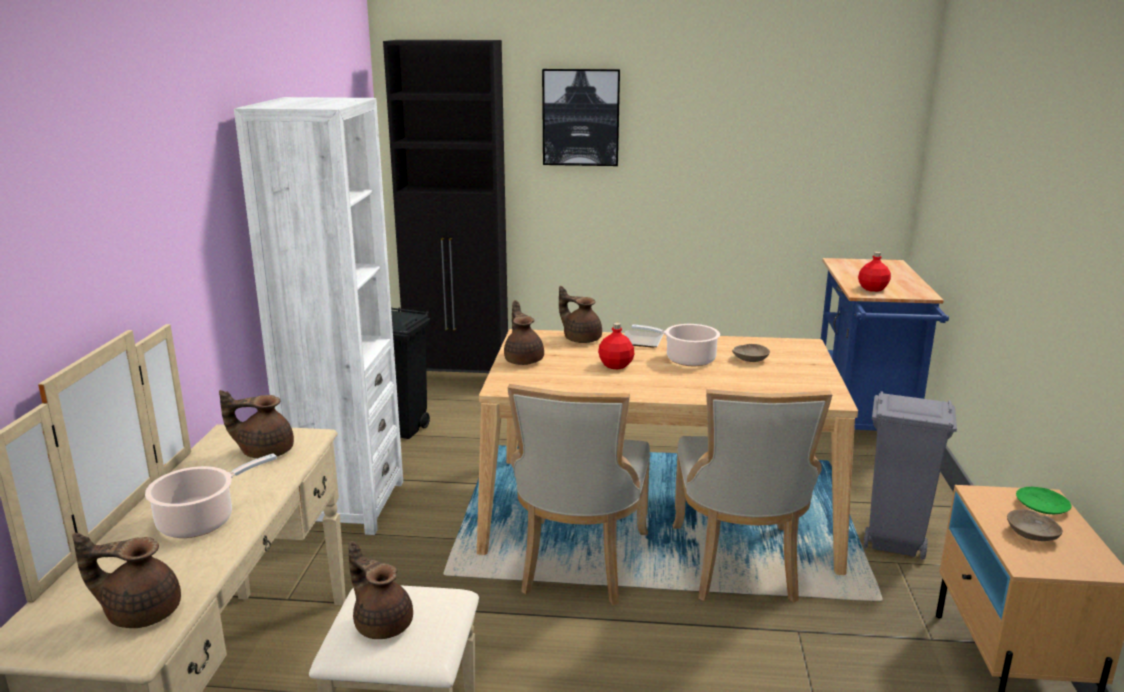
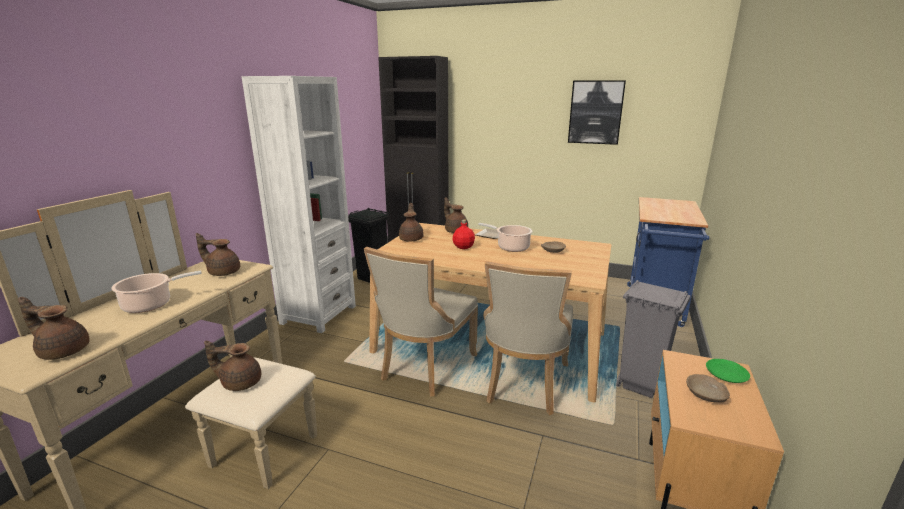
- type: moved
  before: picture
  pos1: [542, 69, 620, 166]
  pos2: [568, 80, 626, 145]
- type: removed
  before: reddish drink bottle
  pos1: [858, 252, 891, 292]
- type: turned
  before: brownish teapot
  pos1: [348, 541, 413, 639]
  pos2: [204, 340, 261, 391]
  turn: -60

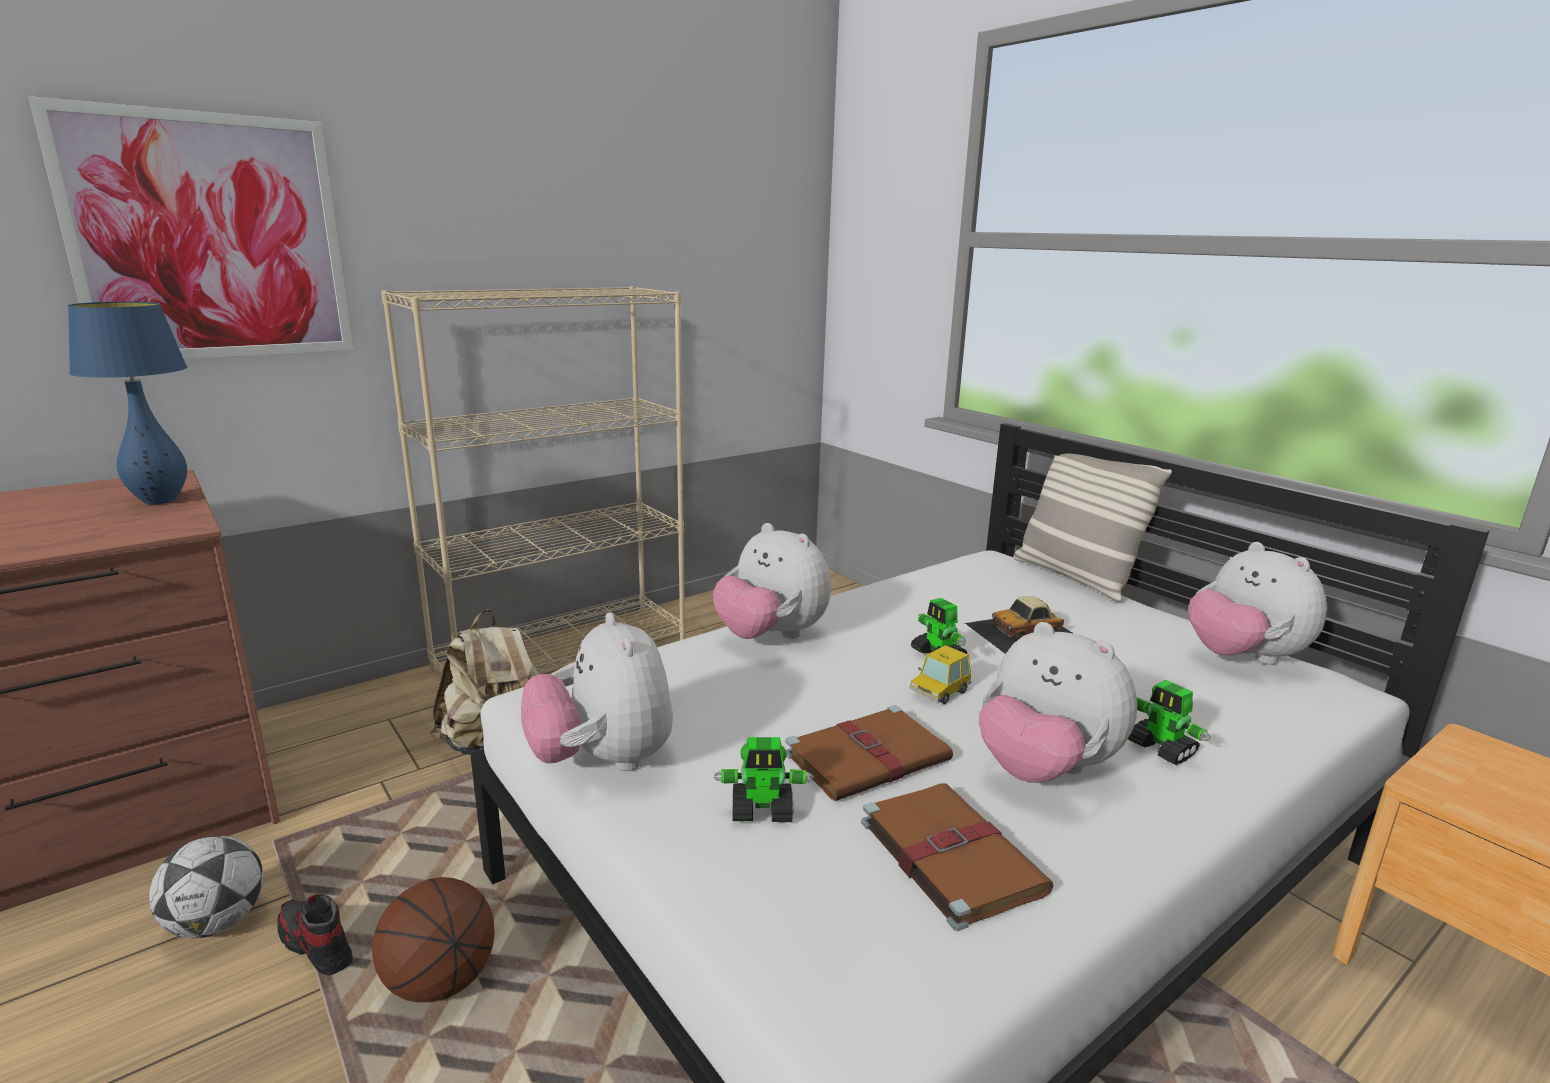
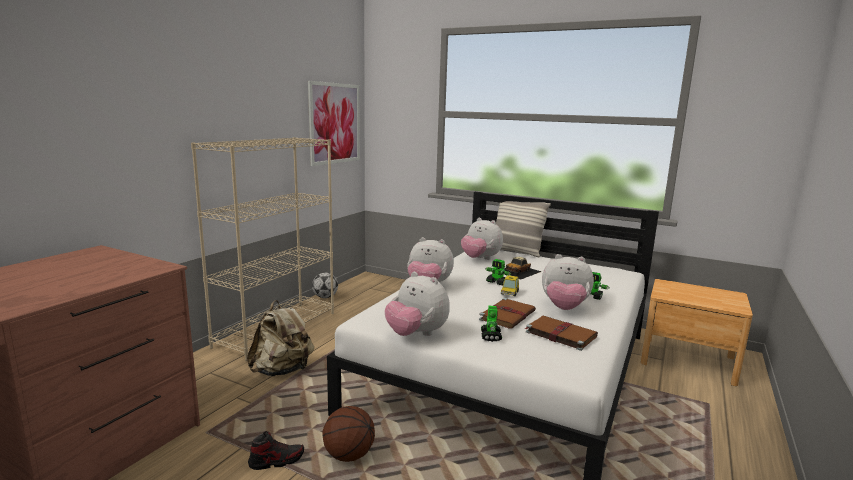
- type: moved
  before: picture
  pos1: [28, 96, 354, 359]
  pos2: [308, 81, 360, 166]
- type: removed
  before: blue tabletop lamp
  pos1: [68, 302, 187, 504]
- type: moved
  before: plush toy
  pos1: [1188, 542, 1327, 665]
  pos2: [461, 218, 503, 260]
- type: turned
  before: toy robot
  pos1: [714, 737, 814, 822]
  pos2: [481, 306, 502, 342]
  turn: -60
- type: moved
  before: football
  pos1: [149, 836, 263, 938]
  pos2: [312, 273, 338, 298]
- type: turned
  before: shoe
  pos1: [277, 894, 353, 976]
  pos2: [248, 431, 304, 470]
  turn: 150

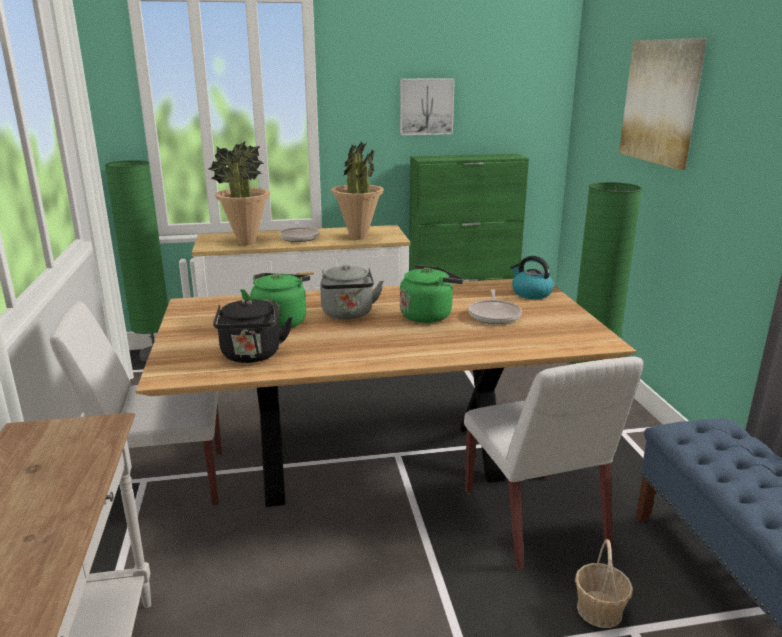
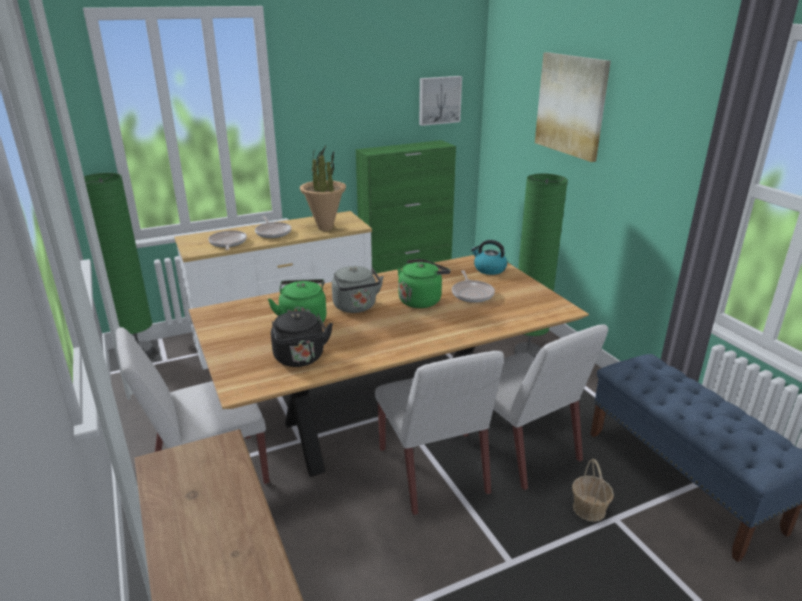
- type: moved
  before: picture
  pos1: [400, 78, 455, 135]
  pos2: [419, 76, 462, 126]
- type: replaced
  before: plant in a pot
  after: skillet
  pos1: [208, 141, 270, 245]
  pos2: [208, 230, 247, 250]
- type: added
  after: white-coloured chair
  pos2: [375, 351, 504, 515]

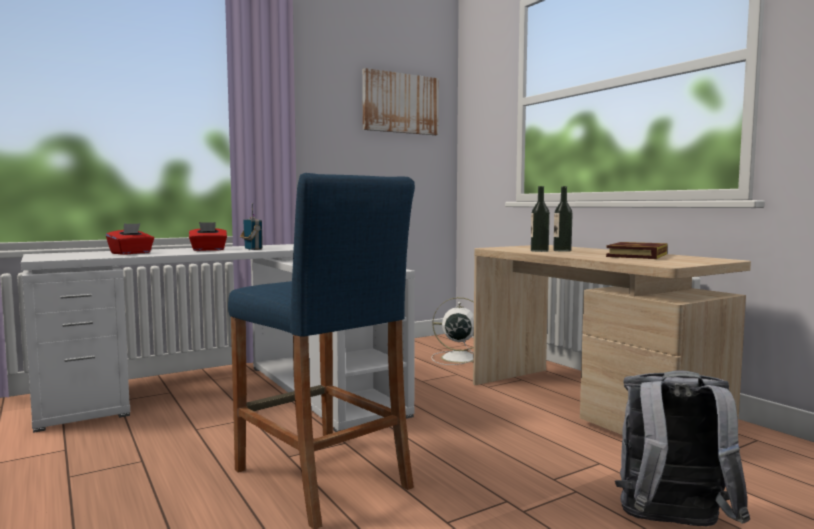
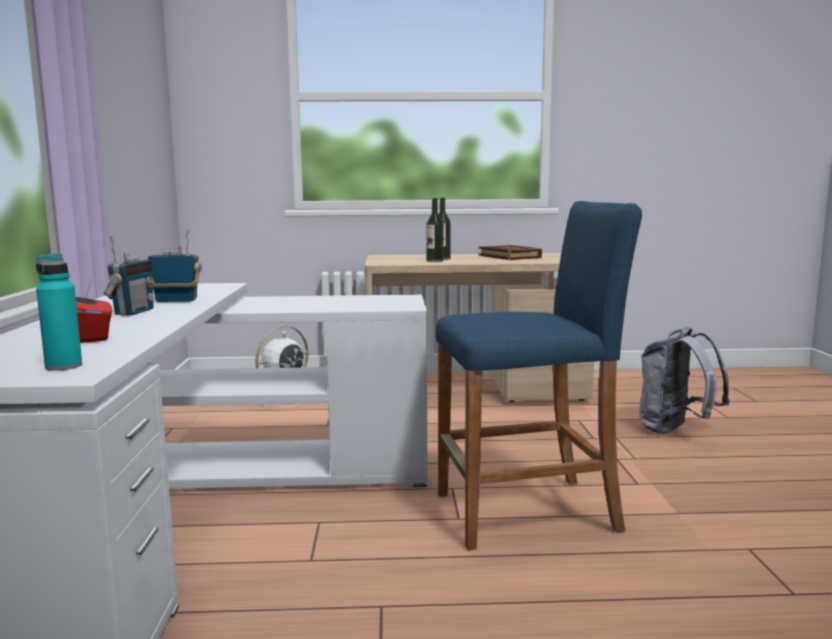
- type: removed
  before: picture
  pos1: [362, 68, 439, 135]
- type: replaced
  before: reddish tissue box
  after: radio set
  pos1: [189, 222, 227, 251]
  pos2: [104, 235, 155, 316]
- type: added
  after: turquoise-coloured drink bottle
  pos2: [36, 253, 82, 371]

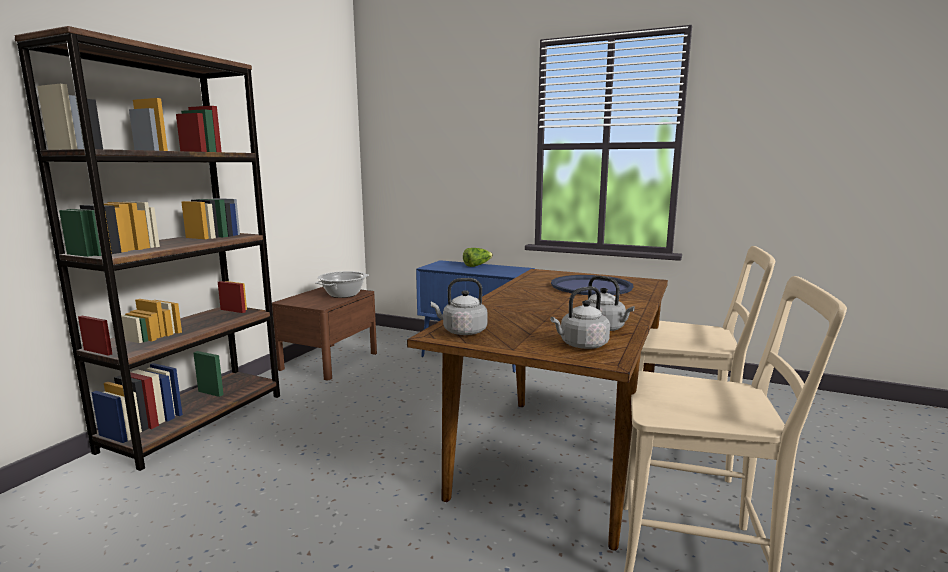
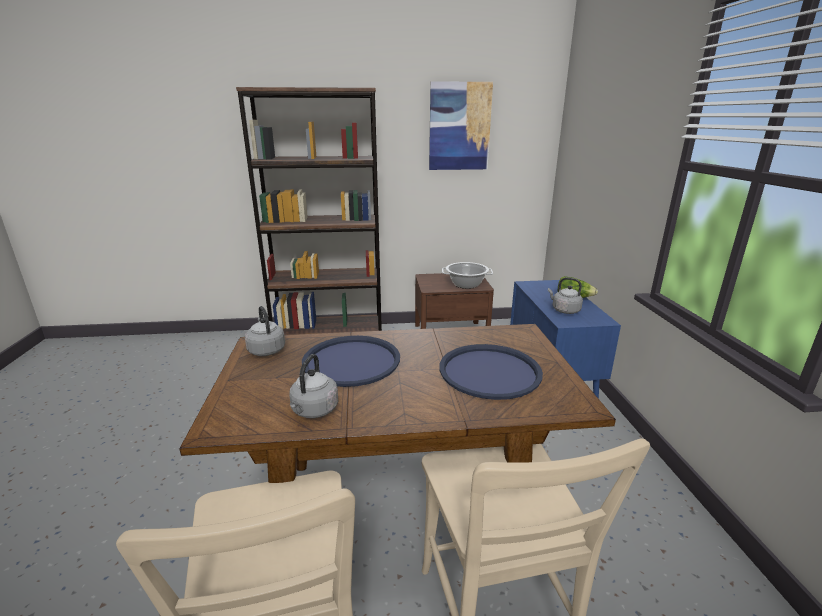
- type: moved
  before: grey water kettle
  pos1: [550, 287, 610, 349]
  pos2: [548, 277, 583, 314]
- type: added
  after: picture
  pos2: [429, 81, 493, 170]
- type: added
  after: blue carrying tray
  pos2: [302, 336, 400, 387]

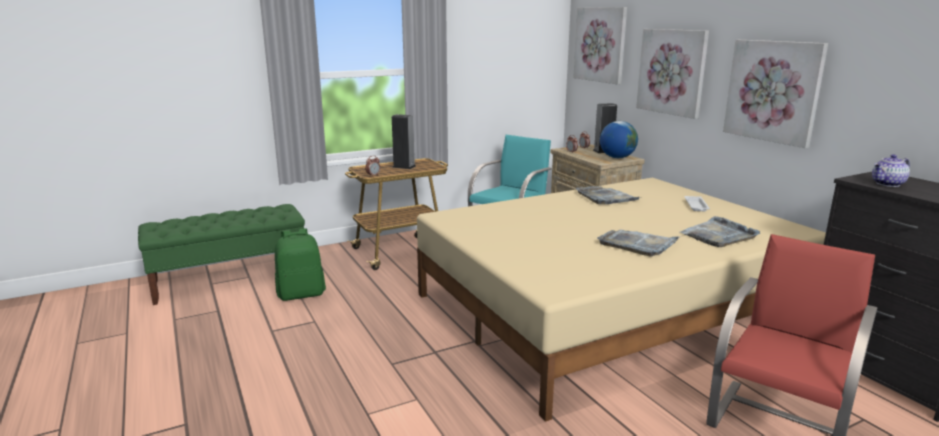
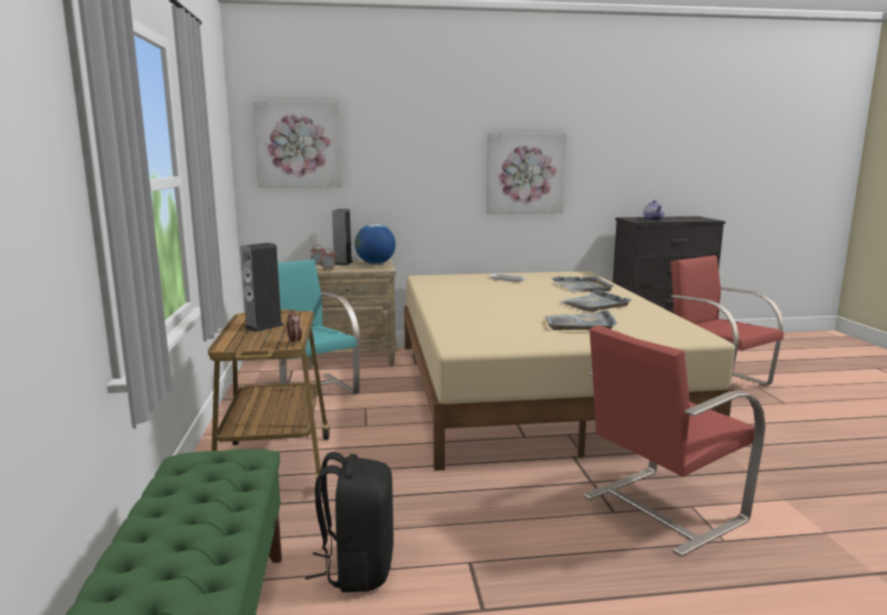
- type: removed
  before: picture
  pos1: [636, 29, 709, 119]
- type: moved
  before: grey carrying tray
  pos1: [576, 186, 639, 204]
  pos2: [545, 310, 617, 330]
- type: recoloured
  before: greenish knapsack
  after: black knapsack
  pos1: [275, 228, 326, 301]
  pos2: [305, 452, 394, 592]
- type: added
  after: reddish chair
  pos2: [584, 325, 766, 556]

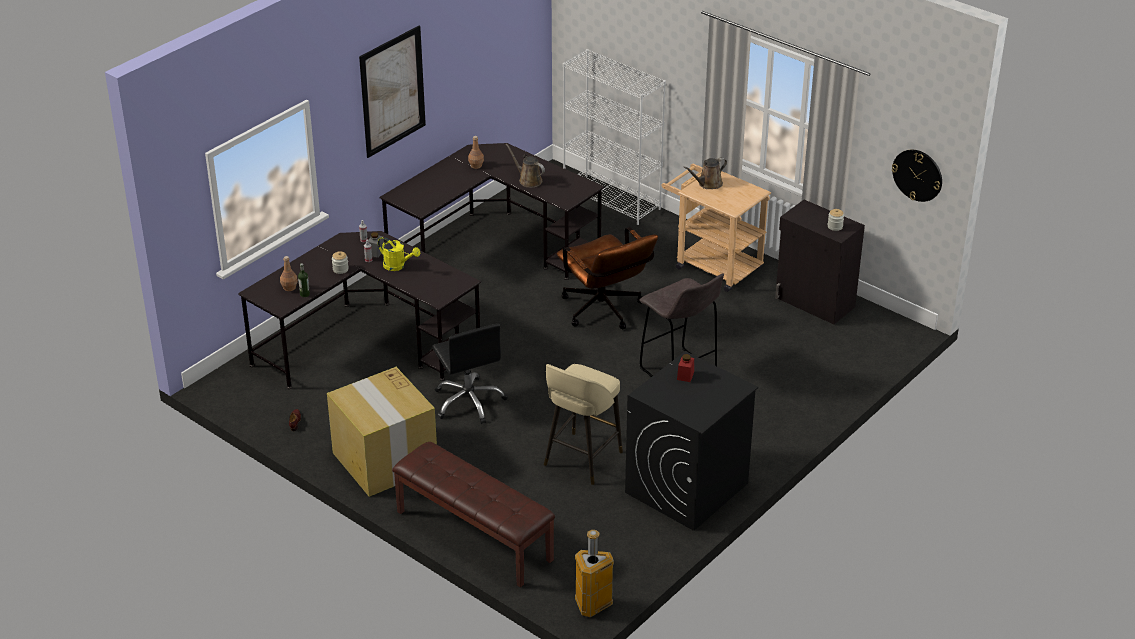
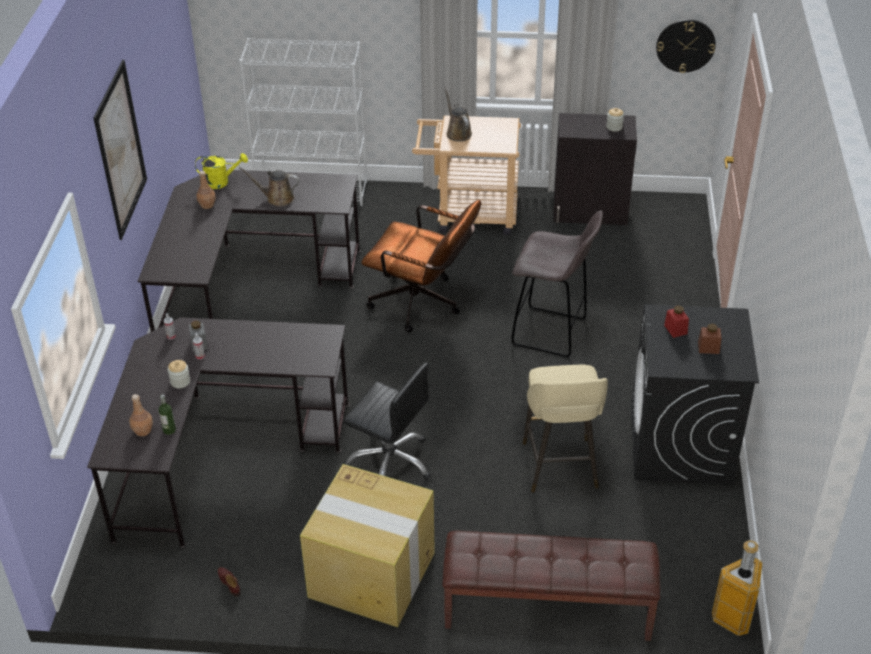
- type: turned
  before: brownish watering pot
  pos1: [683, 157, 727, 189]
  pos2: [444, 88, 472, 142]
  turn: 135
- type: moved
  before: yellow watering pot
  pos1: [378, 237, 420, 271]
  pos2: [195, 153, 248, 189]
- type: added
  after: brownish preserve jar
  pos2: [698, 324, 722, 354]

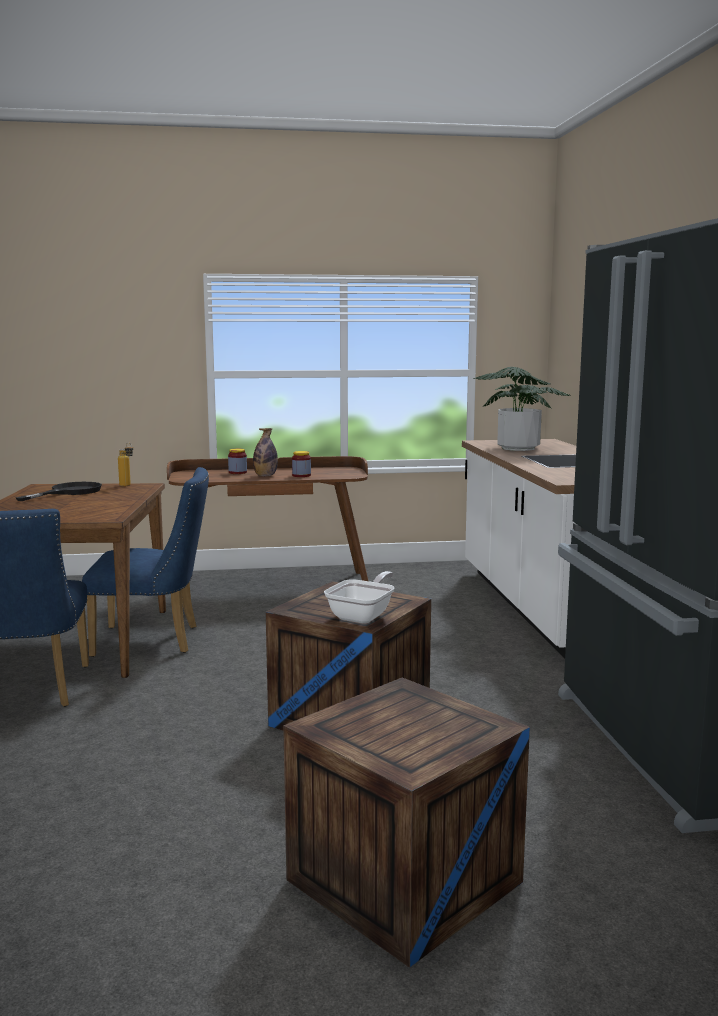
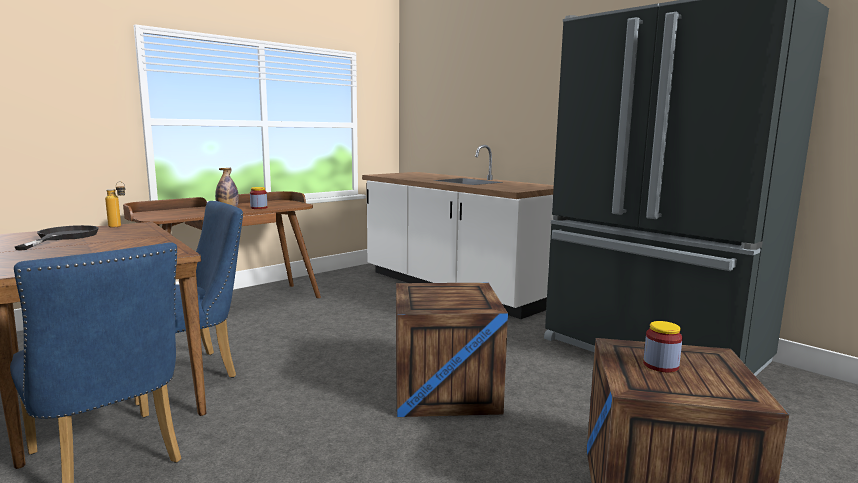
- type: removed
  before: plant in a pot
  pos1: [473, 367, 571, 451]
- type: moved
  before: preserve jar
  pos1: [228, 449, 247, 474]
  pos2: [643, 321, 682, 373]
- type: removed
  before: skillet
  pos1: [324, 571, 394, 624]

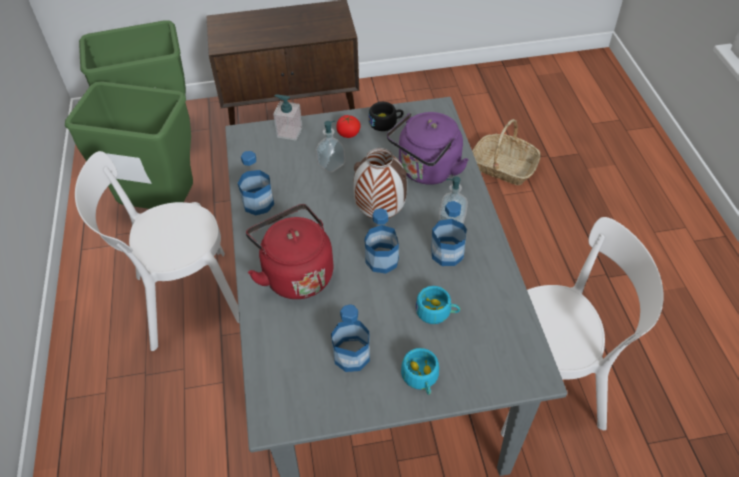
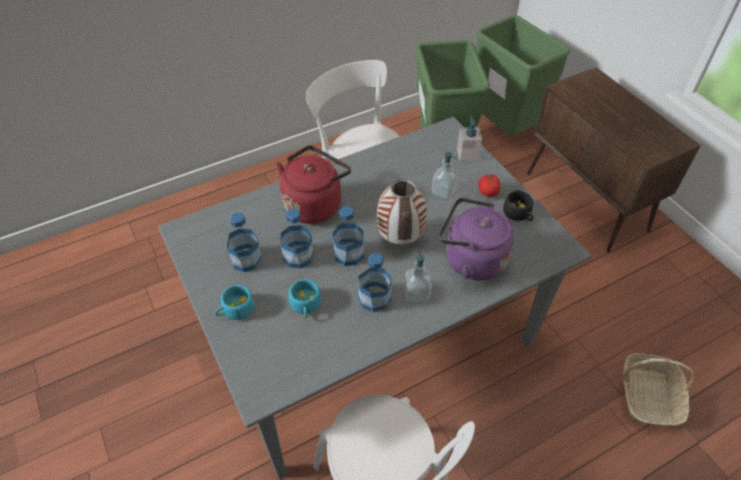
- type: moved
  before: drink bottle
  pos1: [238, 151, 274, 215]
  pos2: [280, 209, 314, 269]

